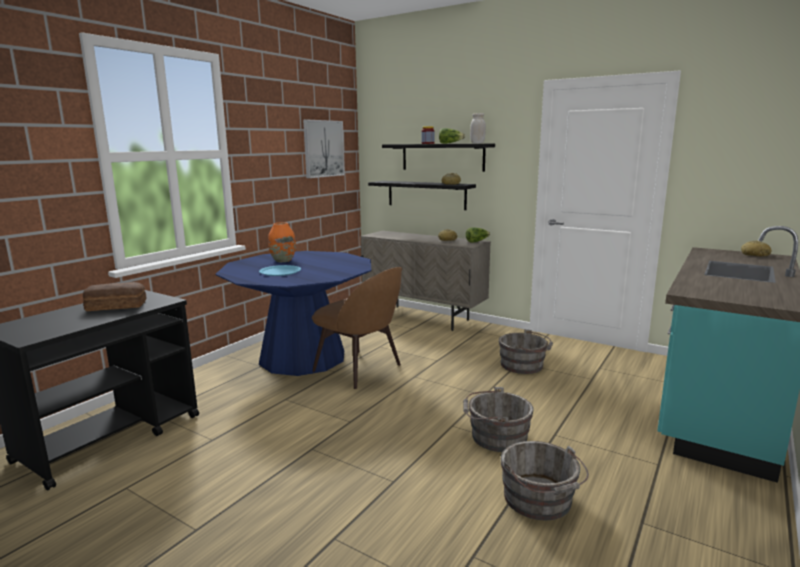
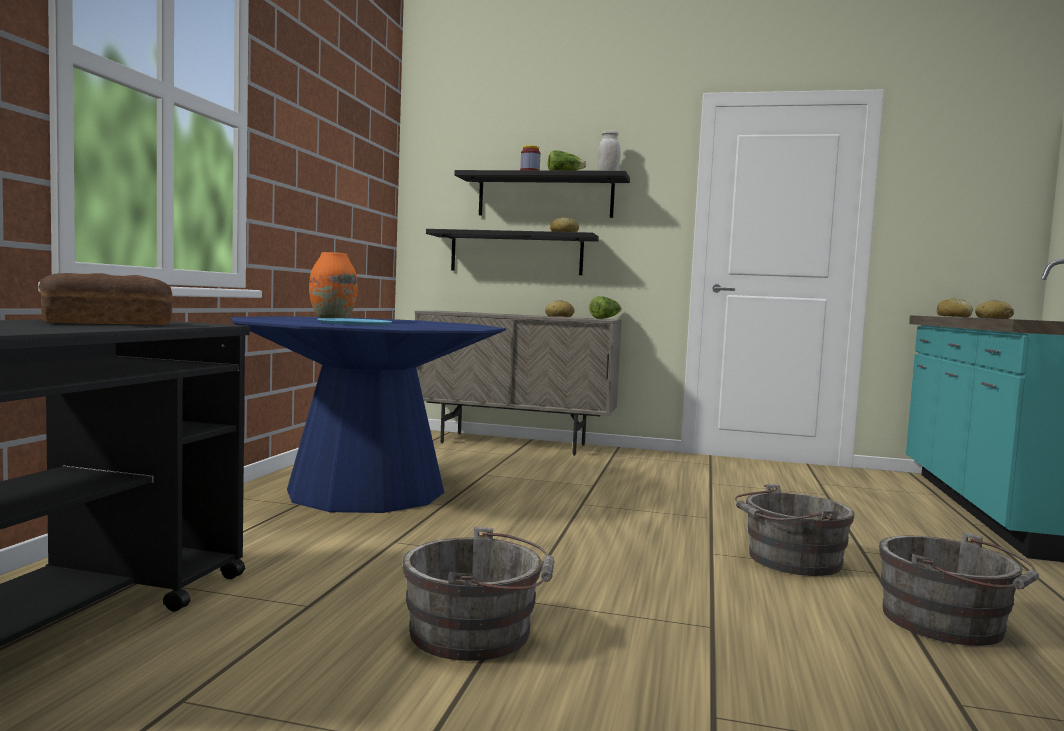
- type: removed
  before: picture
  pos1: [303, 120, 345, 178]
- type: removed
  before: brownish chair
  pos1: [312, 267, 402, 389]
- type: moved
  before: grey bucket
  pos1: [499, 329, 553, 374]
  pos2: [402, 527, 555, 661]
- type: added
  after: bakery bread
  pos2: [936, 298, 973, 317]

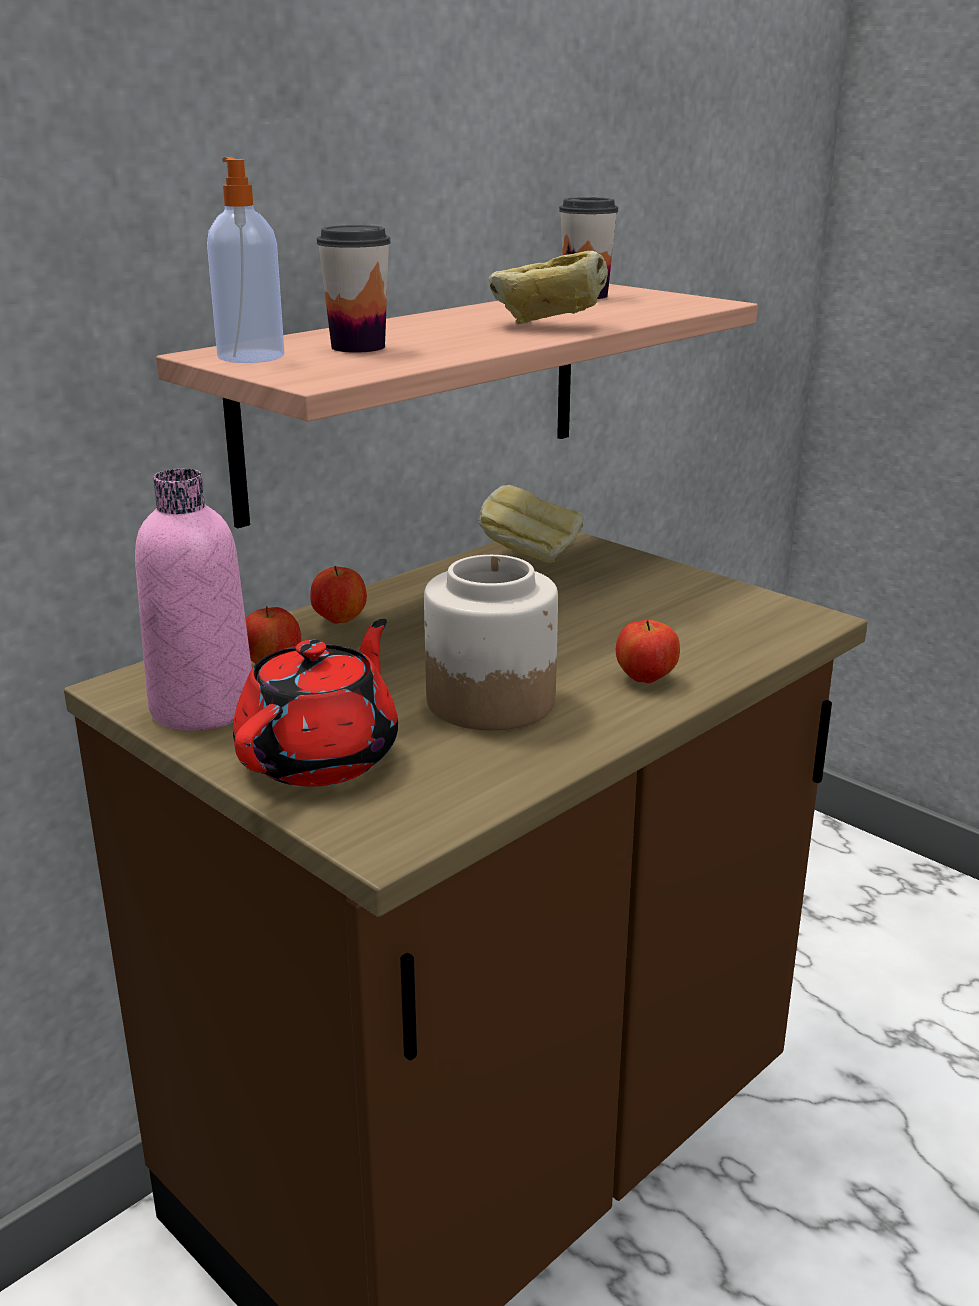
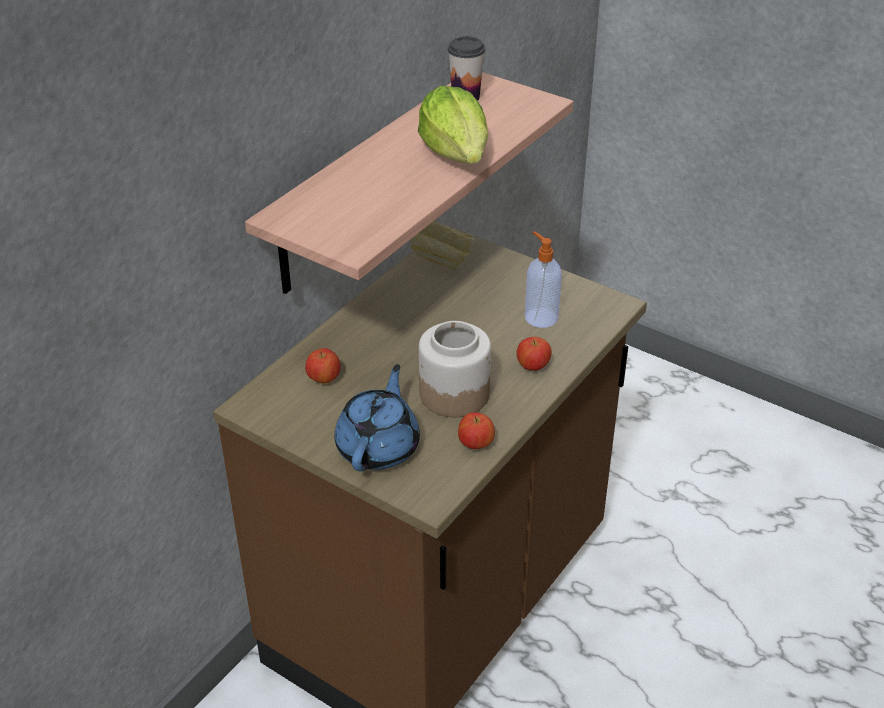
- type: moved
  before: liquid soap bottle
  pos1: [207, 157, 284, 363]
  pos2: [525, 232, 562, 328]
- type: removed
  before: small cup
  pos1: [317, 225, 391, 353]
- type: replaced
  before: bakery bread
  after: head of lettuce
  pos1: [489, 251, 608, 324]
  pos2: [418, 86, 488, 164]
- type: removed
  before: pink drink bottle
  pos1: [135, 468, 252, 731]
- type: moved
  before: apple fruit
  pos1: [310, 566, 367, 624]
  pos2: [458, 412, 495, 449]
- type: recoloured
  before: reddish teapot
  after: blue teapot
  pos1: [233, 619, 398, 787]
  pos2: [334, 364, 420, 471]

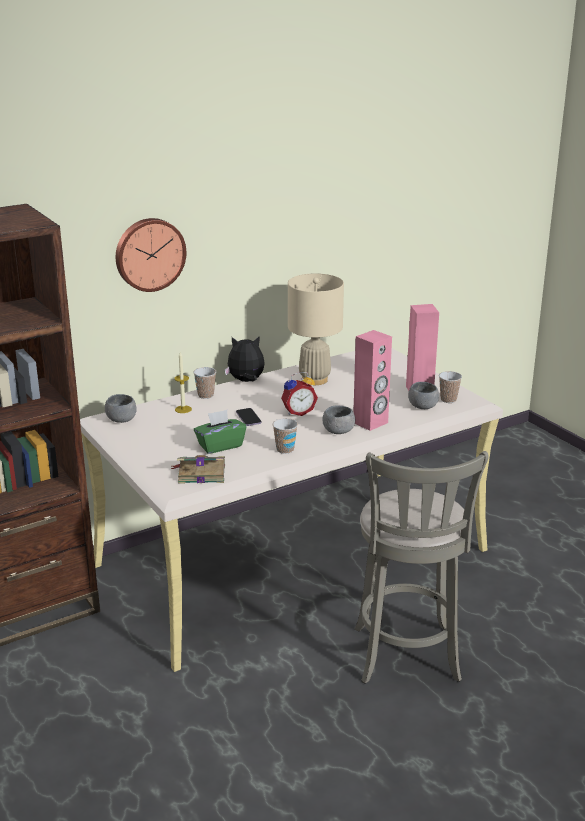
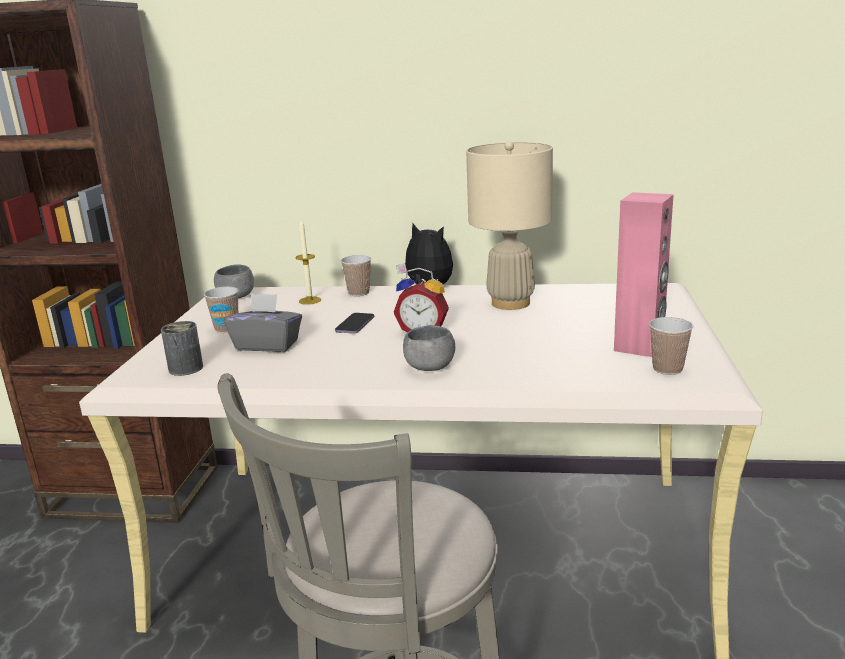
- type: removed
  before: wall clock
  pos1: [116, 218, 186, 292]
- type: removed
  before: pink loudspeaker
  pos1: [353, 330, 392, 431]
- type: removed
  before: grey deep dish
  pos1: [408, 382, 439, 409]
- type: recoloured
  before: greenish tissue box
  after: grey tissue box
  pos1: [194, 410, 247, 454]
  pos2: [224, 293, 302, 352]
- type: moved
  before: small cup
  pos1: [272, 418, 298, 454]
  pos2: [203, 287, 239, 333]
- type: replaced
  before: volume
  after: sealed can
  pos1: [171, 455, 225, 484]
  pos2: [161, 321, 203, 376]

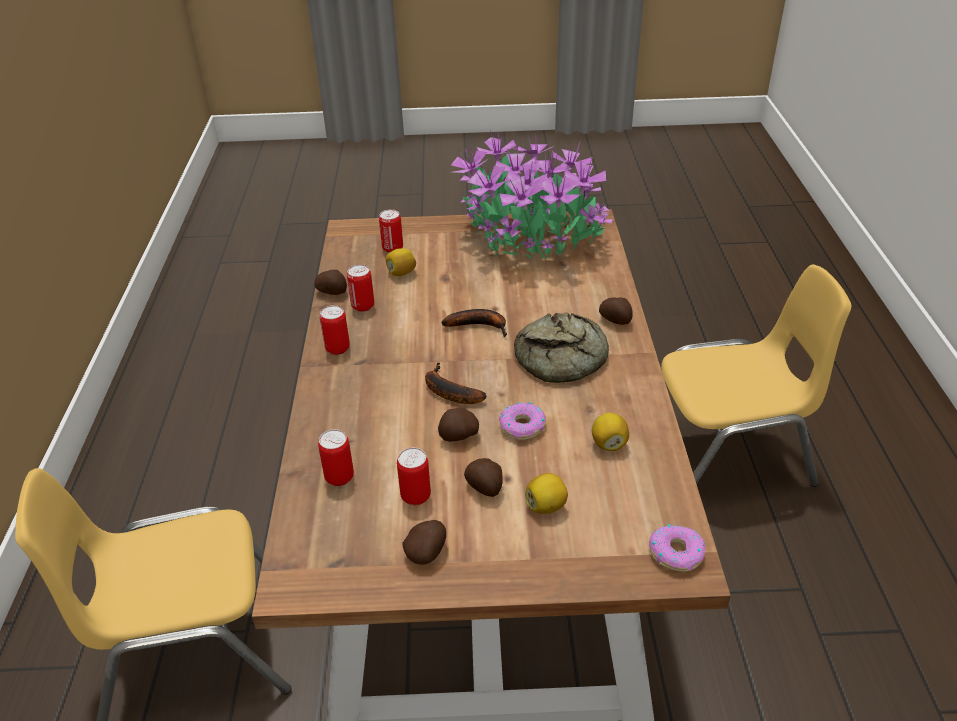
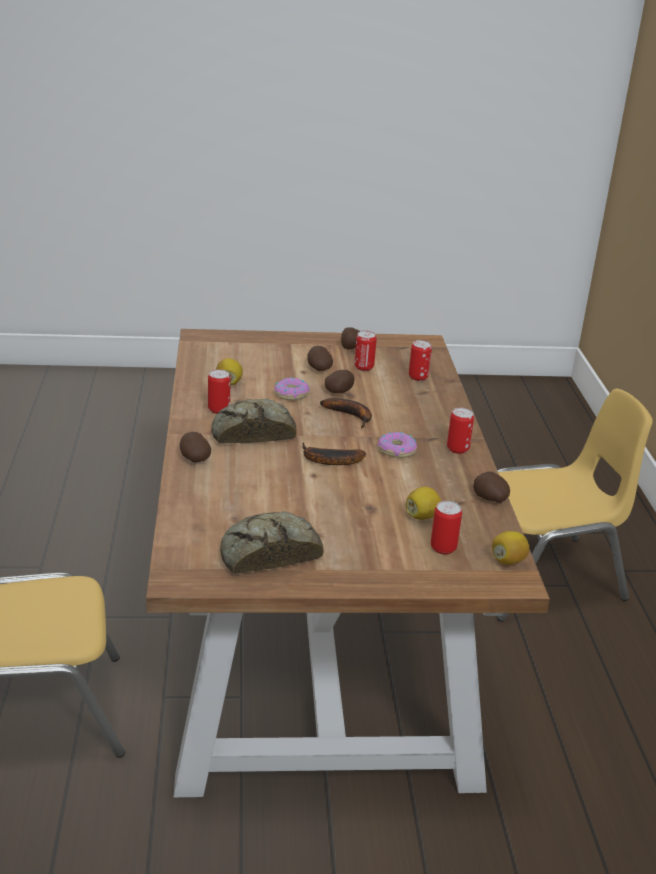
- type: replaced
  before: plant in a pot
  after: bakery bread
  pos1: [451, 131, 613, 260]
  pos2: [220, 511, 324, 574]
- type: moved
  before: sealed can
  pos1: [347, 264, 374, 312]
  pos2: [208, 369, 230, 414]
- type: moved
  before: lemon
  pos1: [526, 473, 568, 514]
  pos2: [492, 531, 529, 565]
- type: moved
  before: doughnut
  pos1: [649, 524, 706, 572]
  pos2: [378, 432, 417, 458]

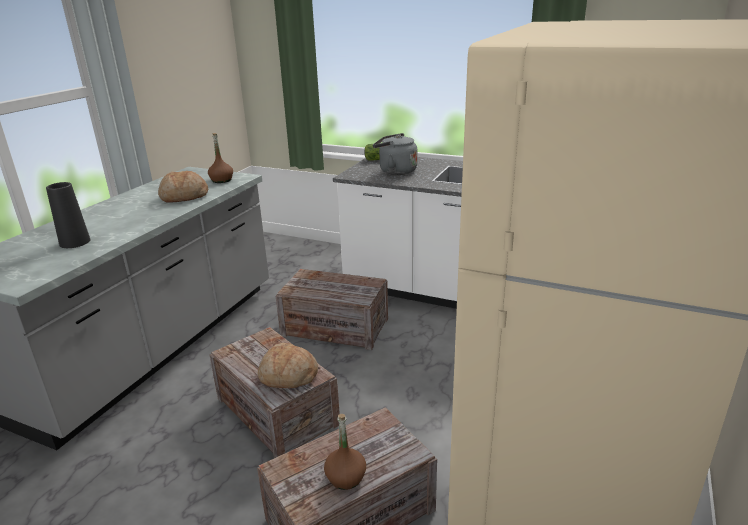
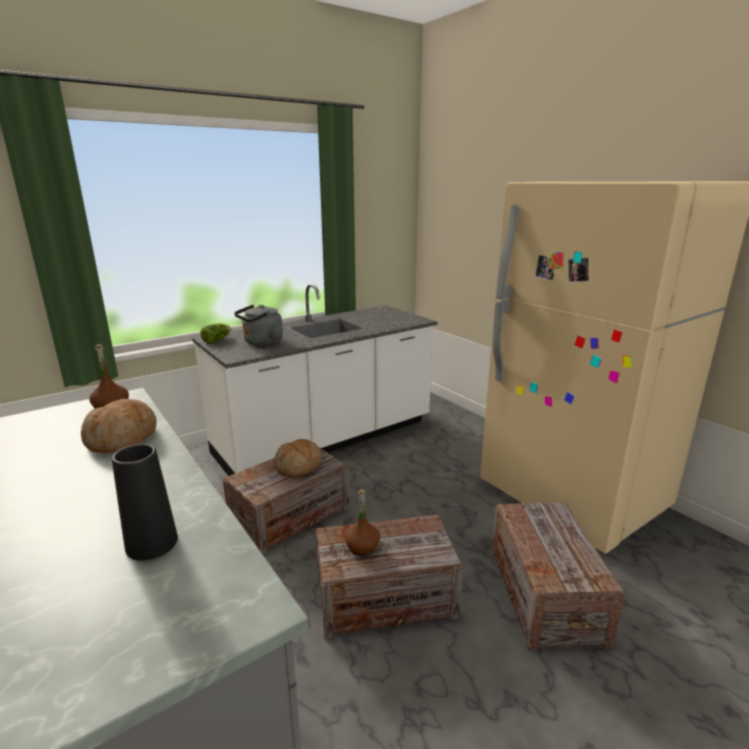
- type: moved
  before: bakery bread
  pos1: [258, 343, 318, 388]
  pos2: [274, 439, 322, 478]
- type: moved
  before: brownish drink bottle
  pos1: [324, 414, 366, 490]
  pos2: [345, 489, 380, 556]

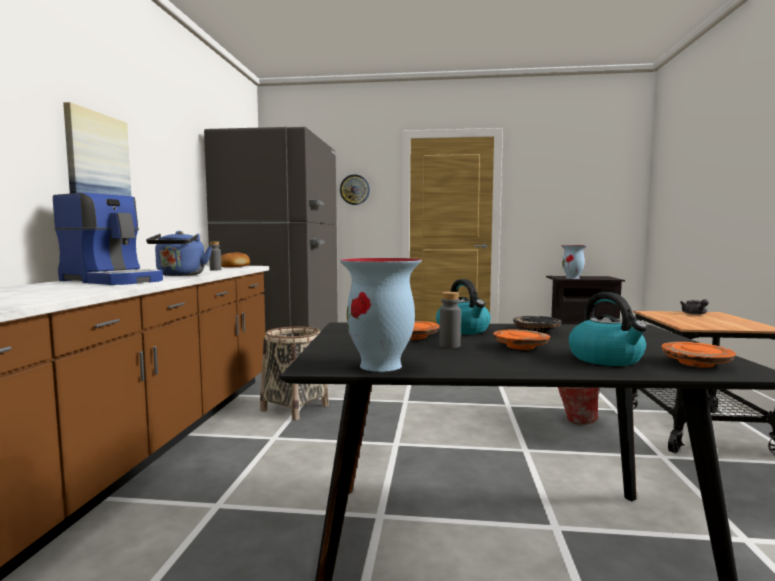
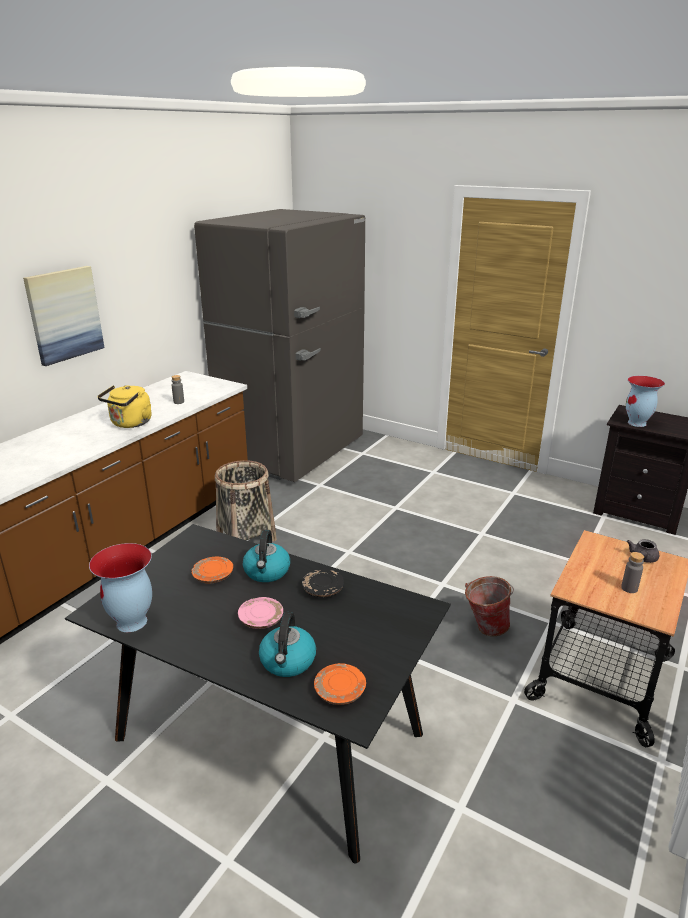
- type: removed
  before: wall clock
  pos1: [340, 174, 370, 205]
- type: removed
  before: coffee brewer
  pos1: [53, 193, 163, 285]
- type: recoloured
  before: blue water kettle
  after: yellow water kettle
  pos1: [146, 231, 212, 276]
  pos2: [97, 385, 152, 428]
- type: removed
  before: bakery bread
  pos1: [221, 252, 250, 267]
- type: moved
  before: grey drink bottle
  pos1: [439, 292, 461, 348]
  pos2: [621, 552, 644, 593]
- type: recoloured
  before: orange-coloured flat dish
  after: pink flat dish
  pos1: [493, 330, 550, 350]
  pos2: [238, 597, 283, 629]

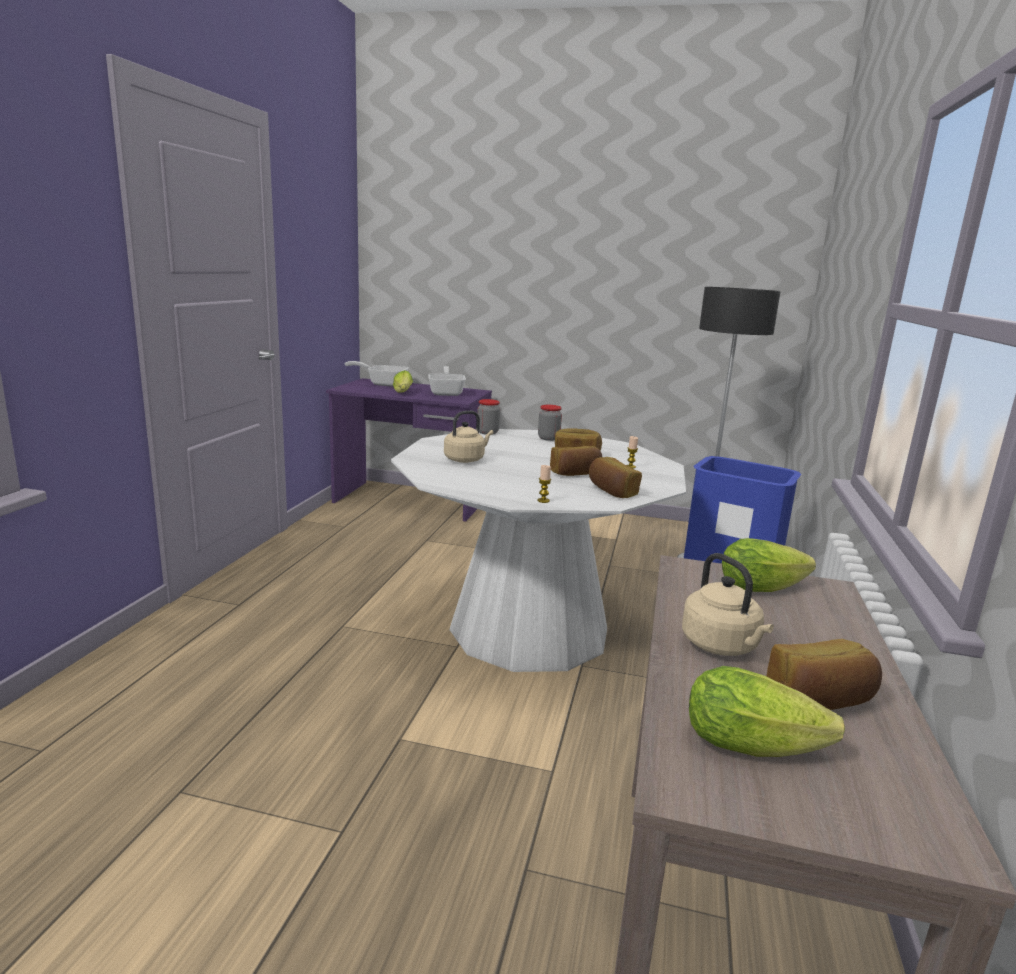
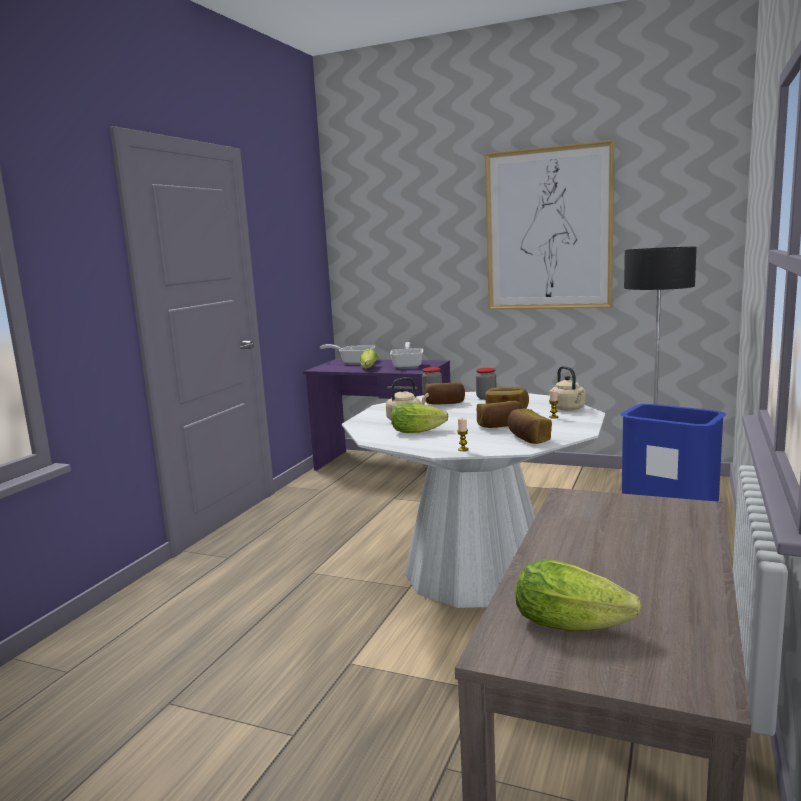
- type: moved
  before: head of lettuce
  pos1: [722, 538, 816, 592]
  pos2: [391, 403, 448, 433]
- type: moved
  before: beige water kettle
  pos1: [682, 553, 774, 656]
  pos2: [551, 366, 586, 411]
- type: moved
  before: bakery bread
  pos1: [766, 639, 882, 710]
  pos2: [425, 382, 465, 405]
- type: added
  after: picture
  pos2: [485, 140, 615, 310]

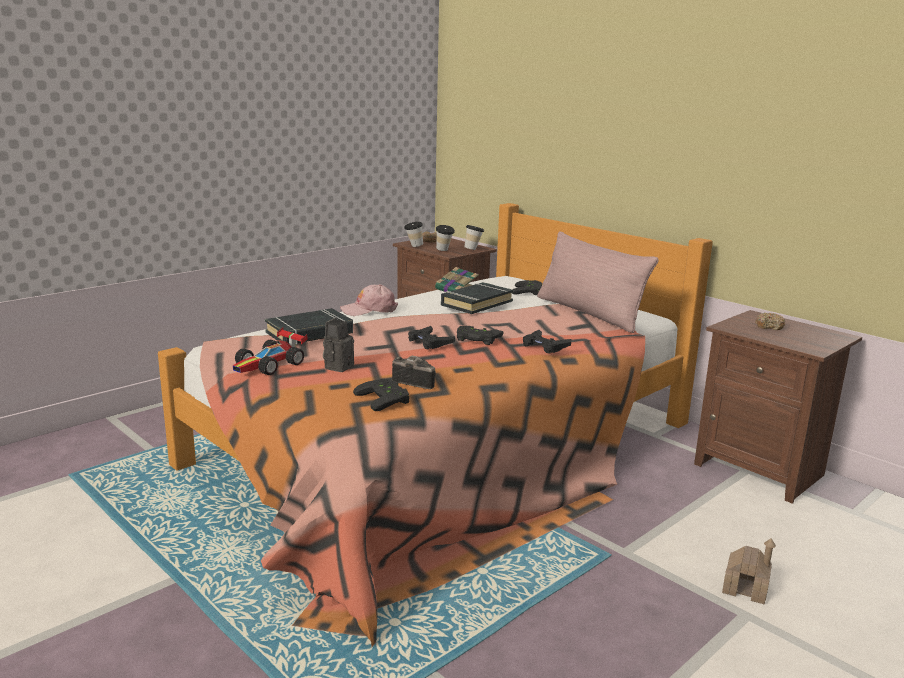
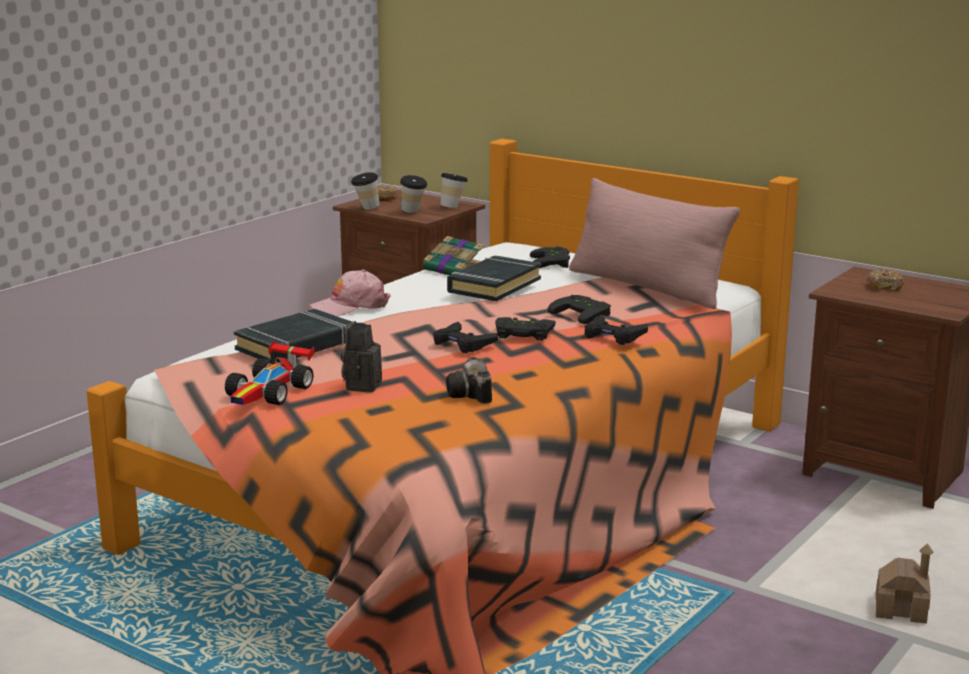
- type: turned
  before: still camera
  pos1: [392, 356, 436, 389]
  pos2: [446, 357, 492, 404]
  turn: -120
- type: moved
  before: black joypad
  pos1: [353, 379, 409, 411]
  pos2: [548, 295, 611, 324]

